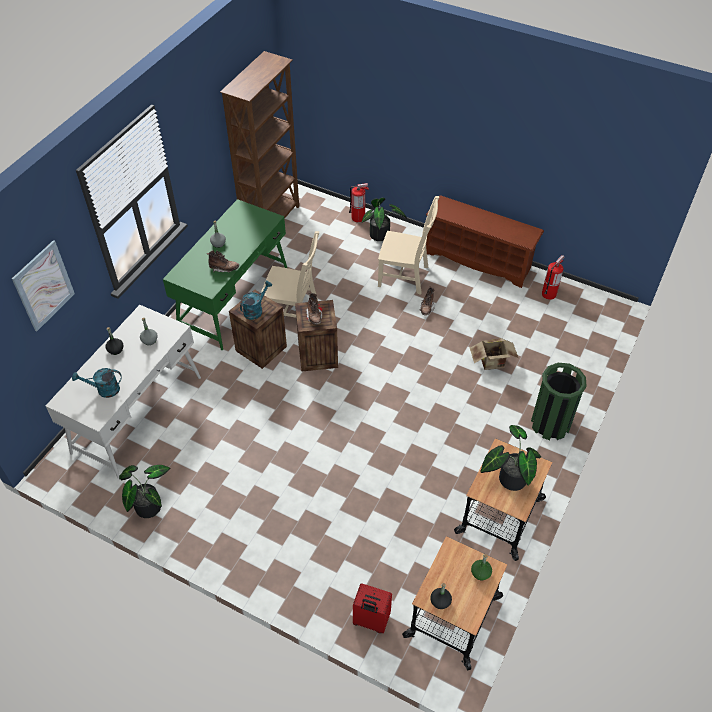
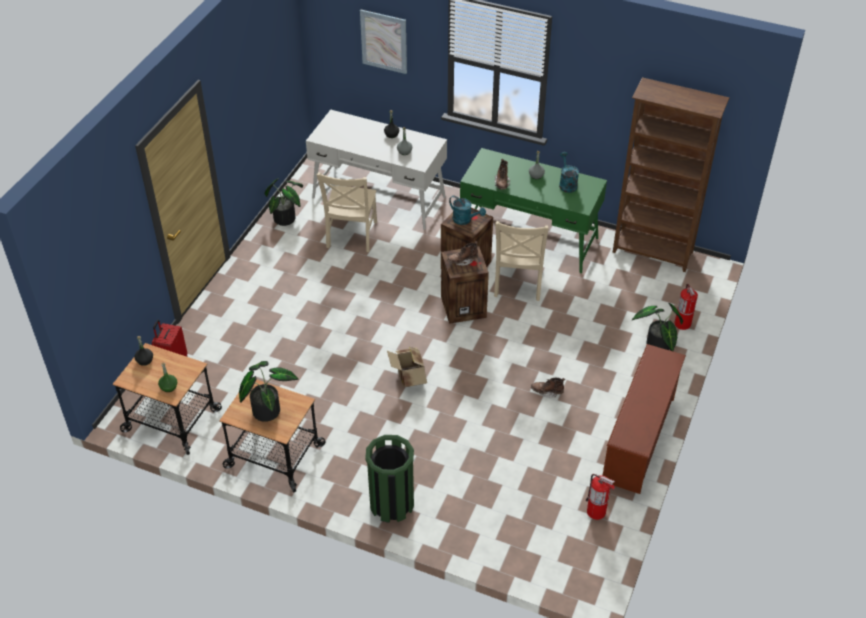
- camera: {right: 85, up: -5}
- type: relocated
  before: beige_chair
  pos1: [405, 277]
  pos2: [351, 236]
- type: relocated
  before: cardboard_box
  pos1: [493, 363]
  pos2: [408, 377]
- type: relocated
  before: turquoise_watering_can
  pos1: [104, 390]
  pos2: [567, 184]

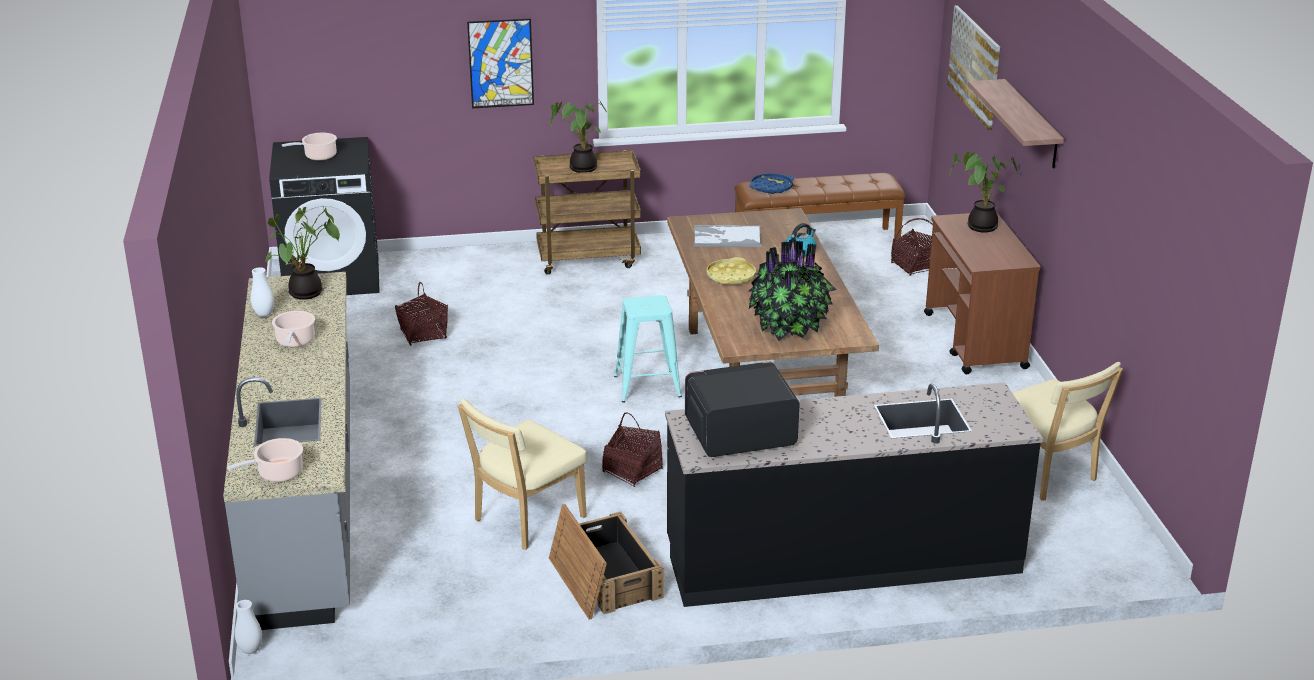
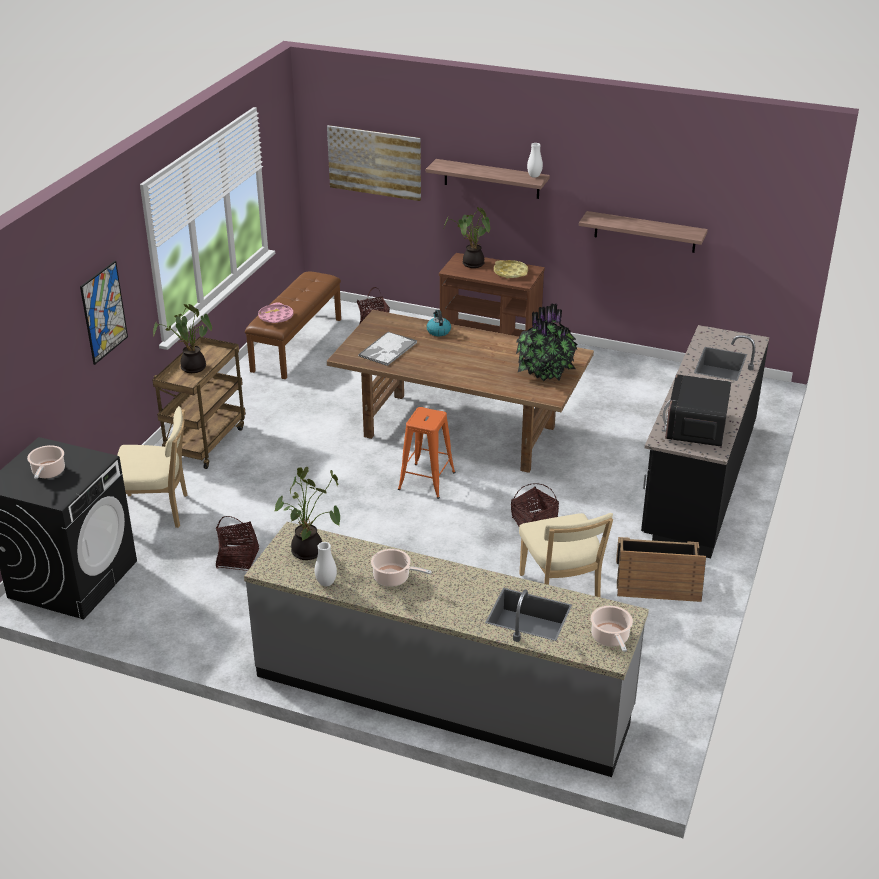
- camera: {right: -60, up: 5}
- type: relocated
  before: beige_chair
  pos1: [1046, 475]
  pos2: [157, 512]
- type: colour
  before: blue_tray
  after: pink_tray
  pos1: [771, 187]
  pos2: [276, 317]
- type: colour
  before: turquoise_stool
  after: orange_stool
  pos1: [647, 386]
  pos2: [426, 481]
- type: relocated
  before: yellow_tray
  pos1: [730, 276]
  pos2: [510, 272]
- type: relocated
  before: white_vase
  pos1: [250, 650]
  pos2: [534, 176]
- type: appeared
  after: shelf
  pos2: [645, 232]

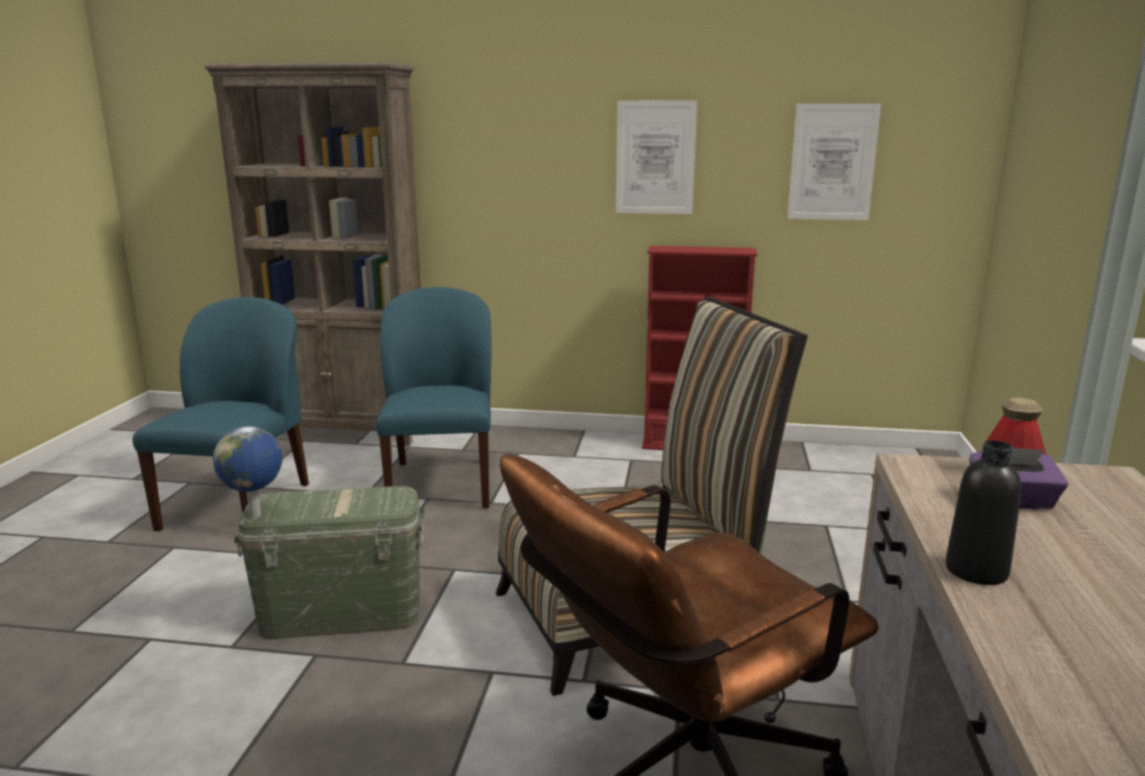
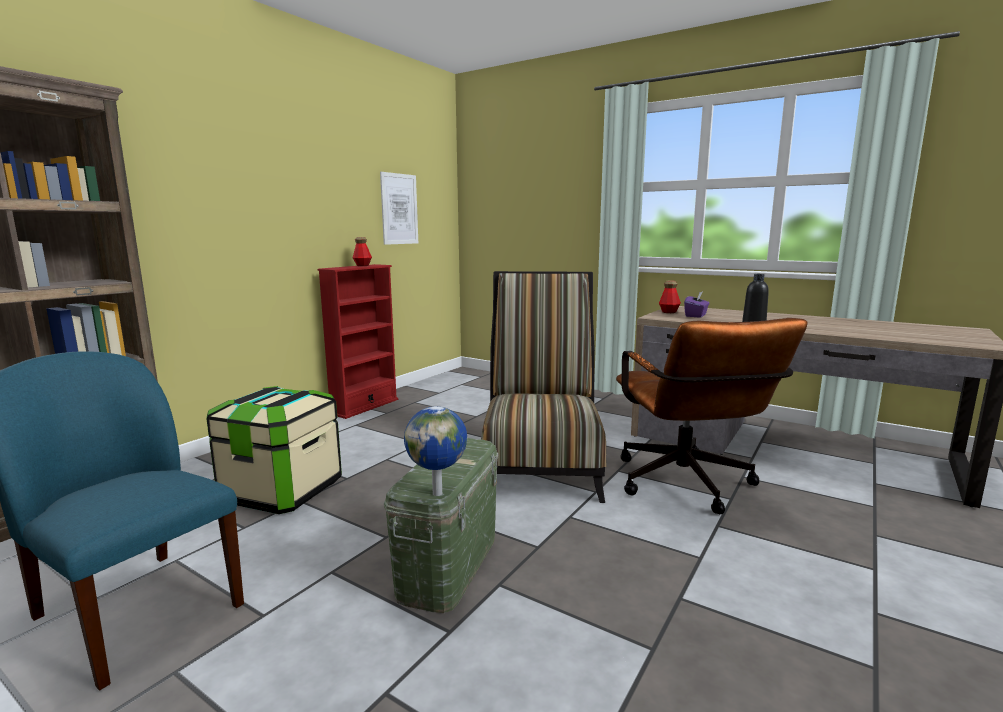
- camera: {right: -65, up: -5}
- type: exchanged
  before: blue_chair
  after: storage_box
  pos1: [441, 484]
  pos2: [282, 491]
- type: appeared
  after: bottle
  pos2: [362, 265]
- type: missing
  before: picture
  pos1: [655, 158]

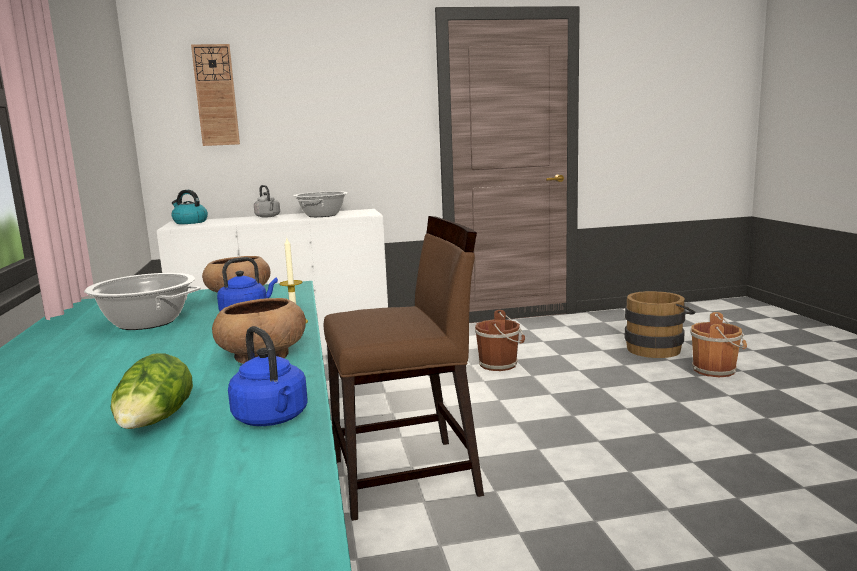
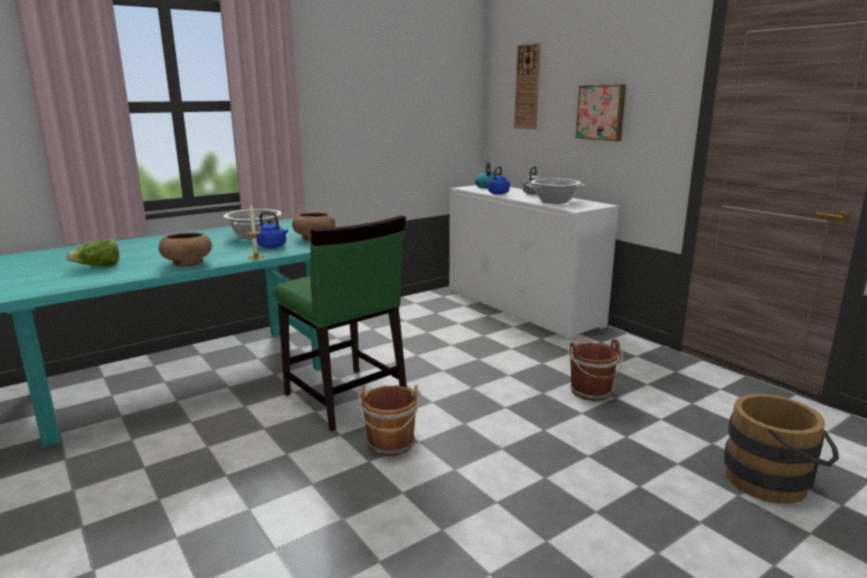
- camera: {right: 65, up: 5}
- type: colour
  before: brown_chair
  after: green_chair
  pos1: [407, 477]
  pos2: [345, 398]
- type: relocated
  before: brown_bucket
  pos1: [716, 370]
  pos2: [391, 445]
- type: relocated
  before: blue_kettle
  pos1: [272, 419]
  pos2: [497, 193]
- type: appeared
  after: picture
  pos2: [601, 112]

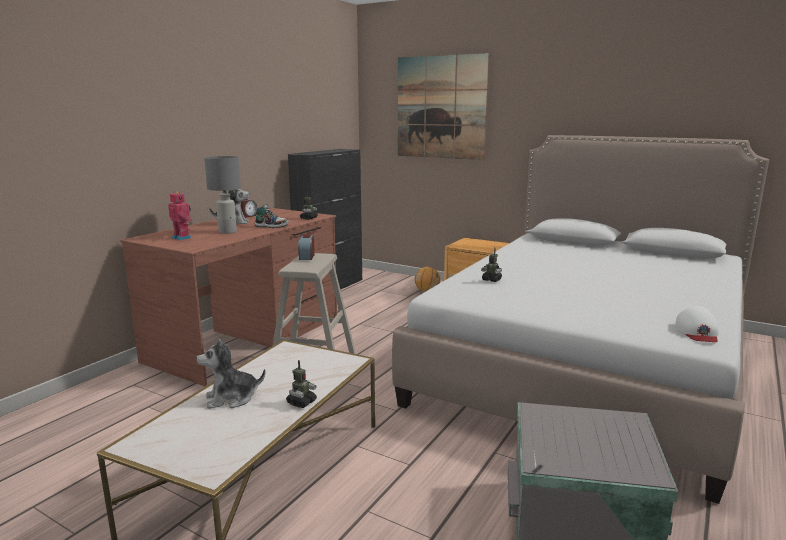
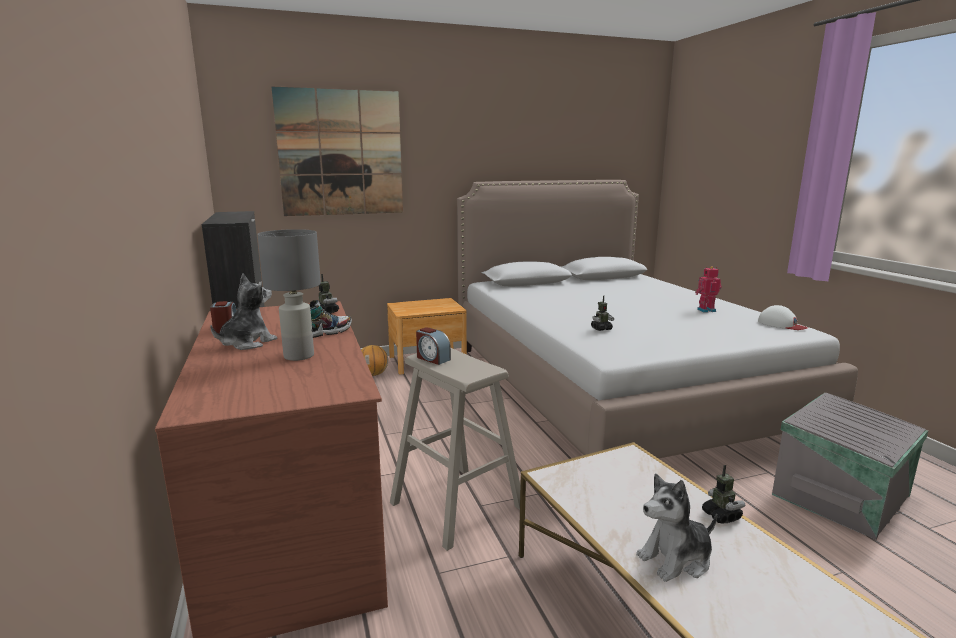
- camera: {right: -50, up: 0}
- type: spun
  before: plush_toy
  pos1: [231, 398]
  pos2: [676, 559]
  turn: 45
- type: relocated
  before: toy_robot
  pos1: [182, 237]
  pos2: [705, 310]

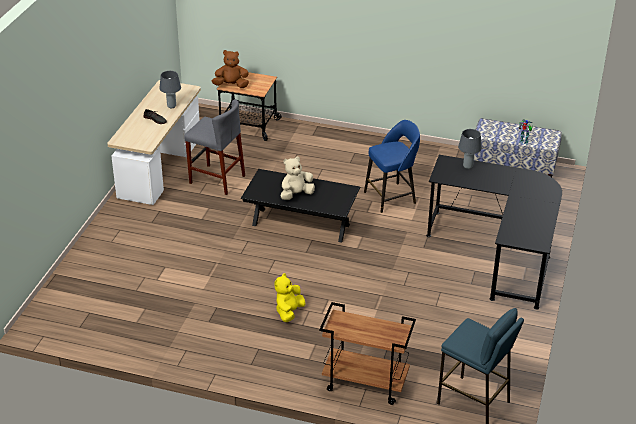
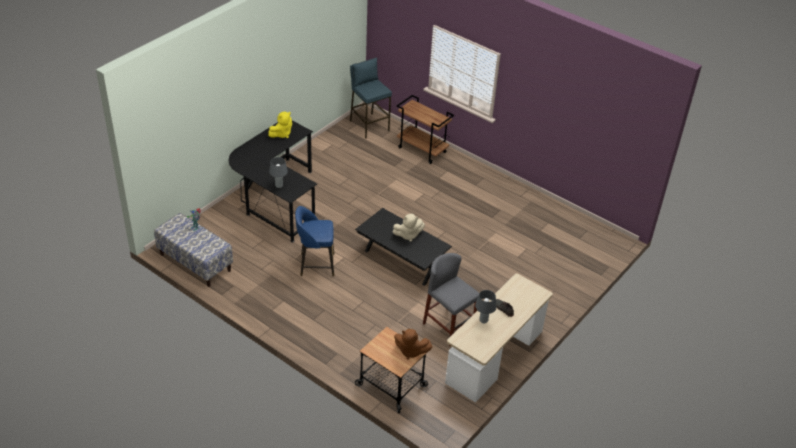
- camera: {right: -160, up: 5}
- type: relocated
  before: yellow_plush_toy
  pos1: [289, 312]
  pos2: [281, 134]

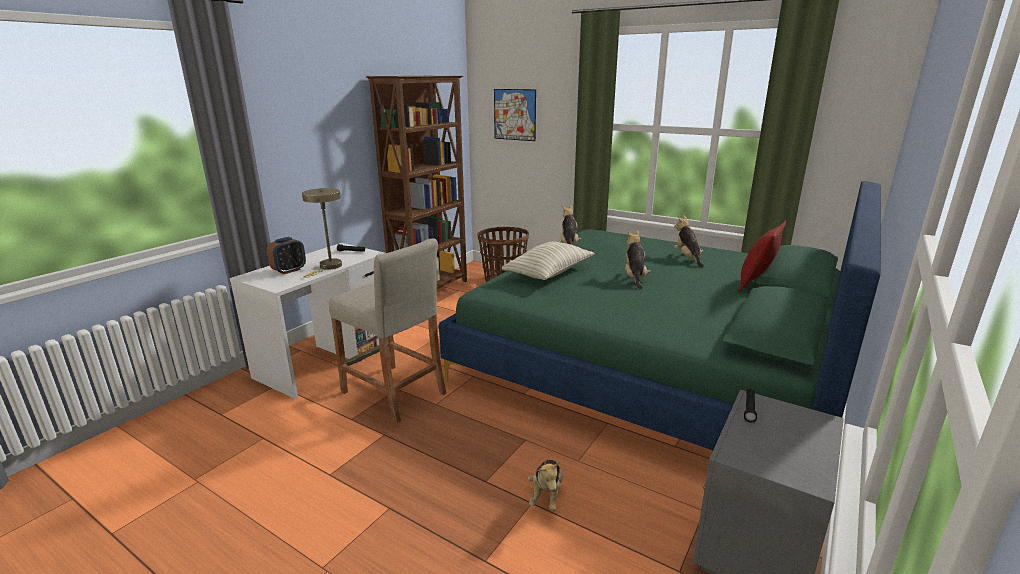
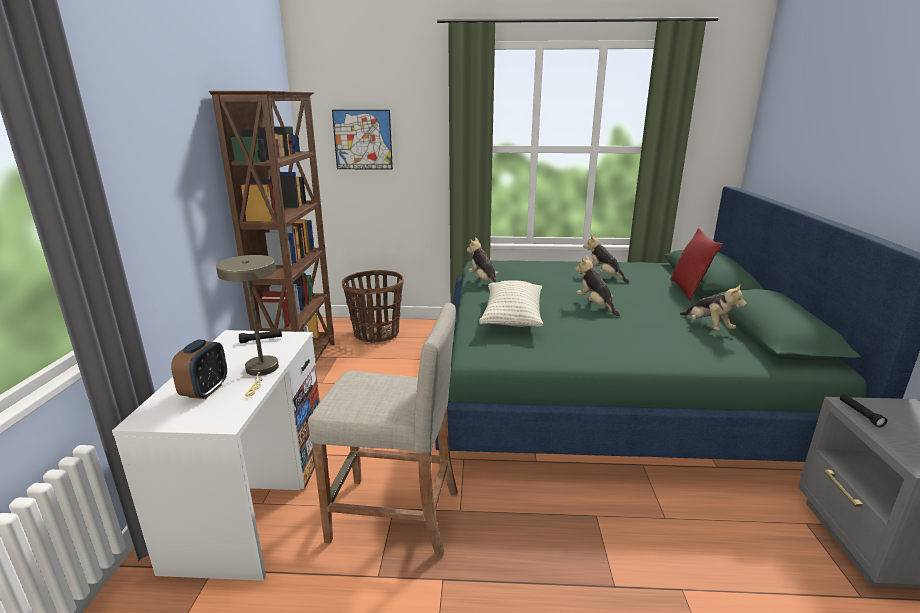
- camera: {right: -30, up: 0}
- type: relocated
  before: plush_toy
  pos1: [546, 495]
  pos2: [707, 327]

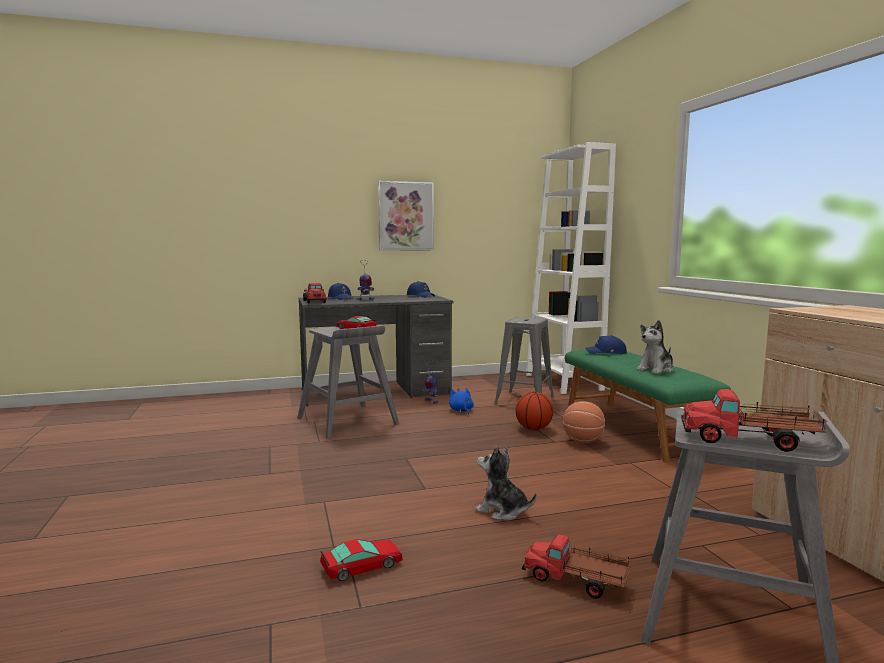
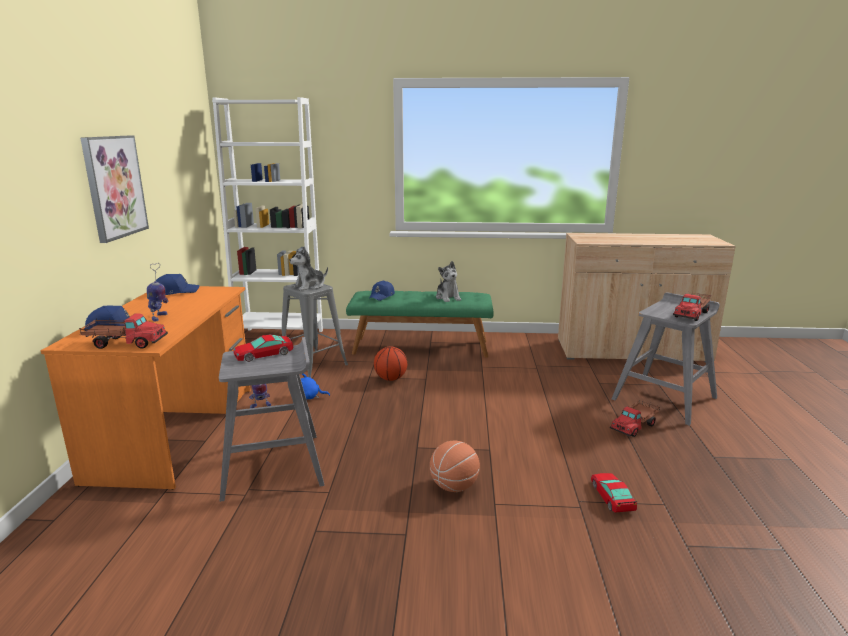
- camera: {right: -70, up: 10}
- type: colour
  before: grey_desk
  after: orange_desk
  pos1: [375, 392]
  pos2: [176, 431]
- type: relocated
  before: plush_toy
  pos1: [502, 511]
  pos2: [309, 286]
- type: relocated
  before: basketball
  pos1: [582, 441]
  pos2: [453, 486]

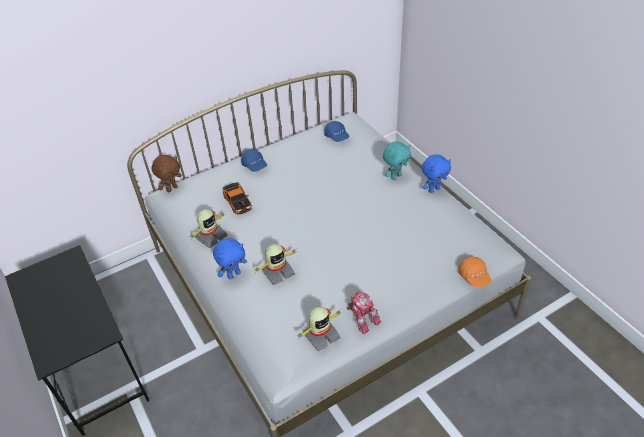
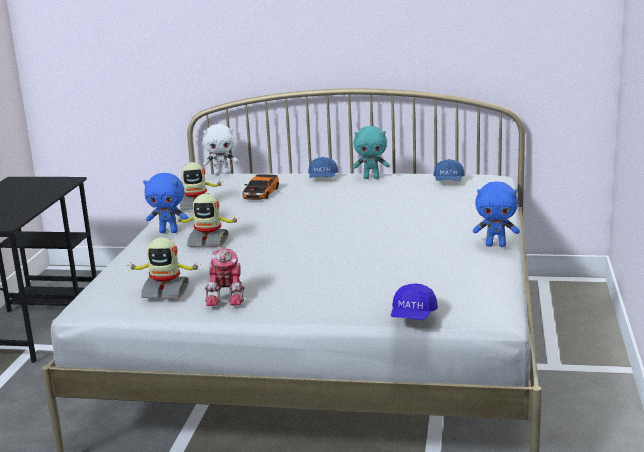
- camera: {right: 40, up: -25}
- type: colour
  before: brown_plush_toy
  after: white_plush_toy
  pos1: [172, 188]
  pos2: [222, 173]
- type: relocated
  before: turquoise_plush_toy
  pos1: [395, 176]
  pos2: [371, 178]
- type: colour
  before: orange_cap
  after: blue_cap
  pos1: [474, 277]
  pos2: [413, 316]

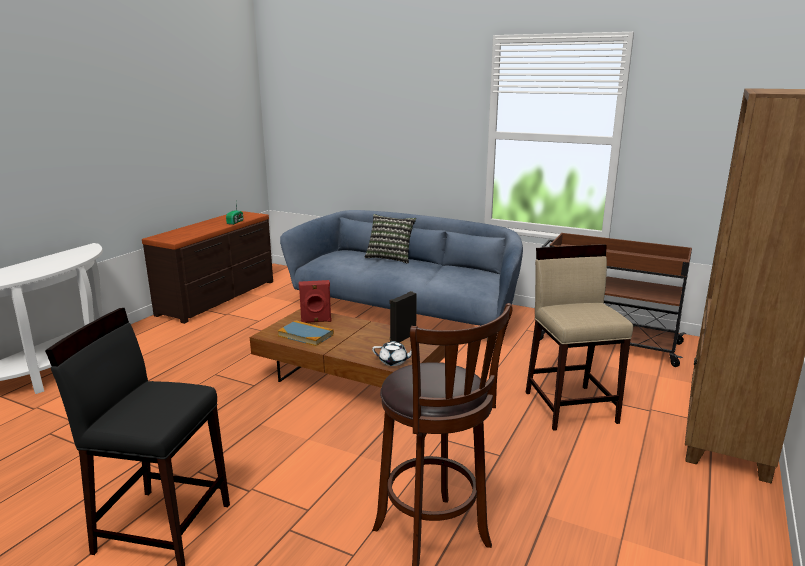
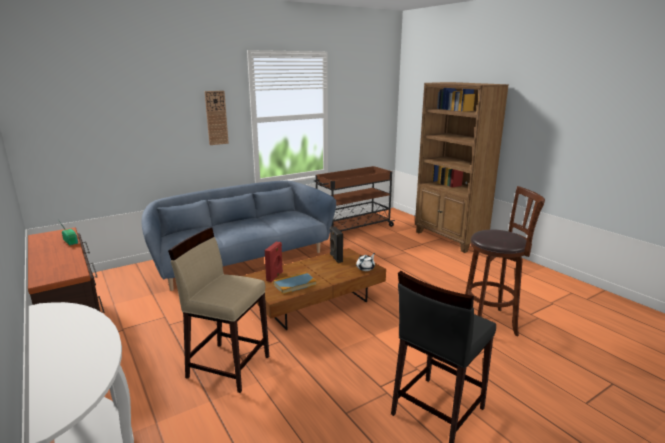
- camera: {right: -60, up: 0}
- type: relocated
  before: beige_stool
  pos1: [571, 406]
  pos2: [228, 366]
- type: appeared
  after: wall_clock
  pos2: [216, 118]
- type: missing
  before: pillow
  pos1: [390, 257]

